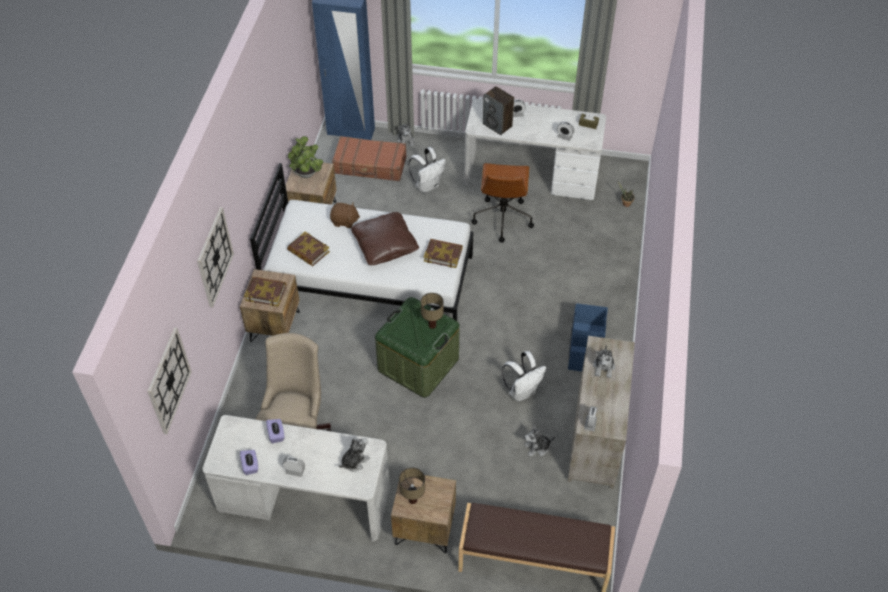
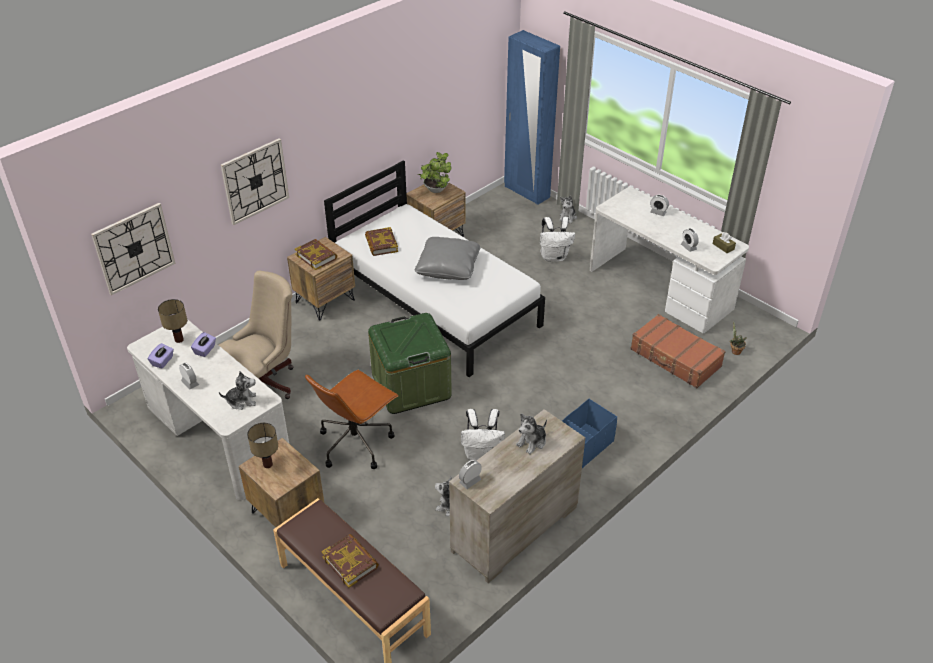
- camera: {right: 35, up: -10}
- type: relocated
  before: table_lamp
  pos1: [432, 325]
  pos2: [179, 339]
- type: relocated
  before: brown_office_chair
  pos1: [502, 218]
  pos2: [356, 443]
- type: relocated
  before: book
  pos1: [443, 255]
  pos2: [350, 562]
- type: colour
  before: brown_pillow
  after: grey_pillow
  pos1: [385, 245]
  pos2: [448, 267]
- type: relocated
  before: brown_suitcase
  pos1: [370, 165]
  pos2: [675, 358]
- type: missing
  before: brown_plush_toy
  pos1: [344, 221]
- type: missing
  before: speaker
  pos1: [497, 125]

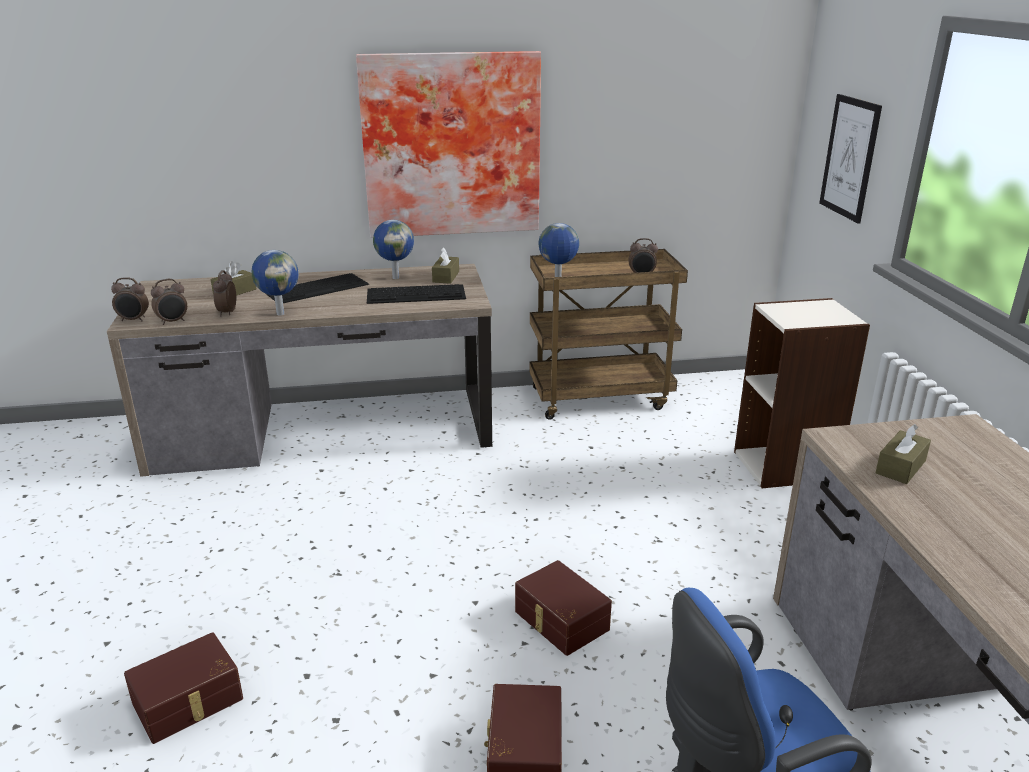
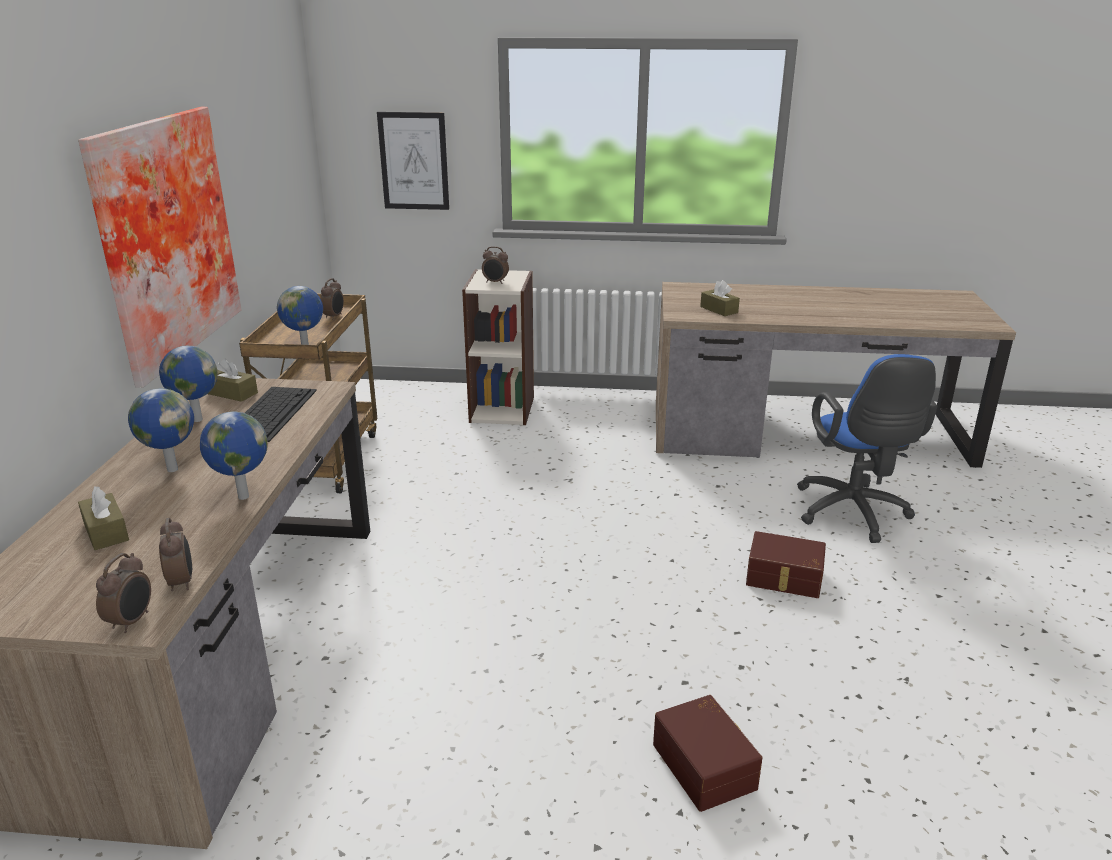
- camera: {right: -75, up: 0}
- type: exchanged
  before: keyboard
  after: globe
  pos1: [317, 288]
  pos2: [172, 469]
- type: relocated
  before: alarm_clock
  pos1: [227, 313]
  pos2: [495, 282]
- type: missing
  before: brown_storage_box
  pos1: [560, 621]

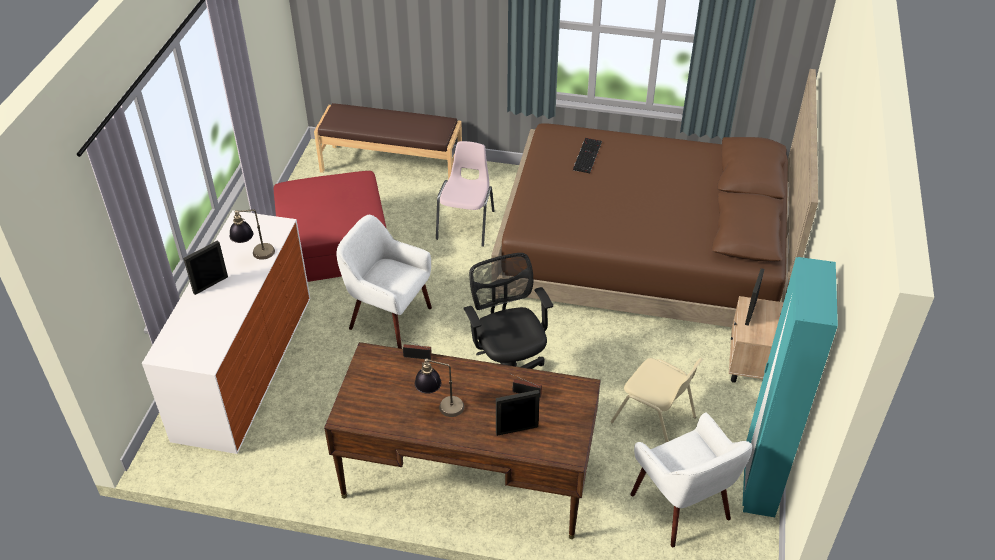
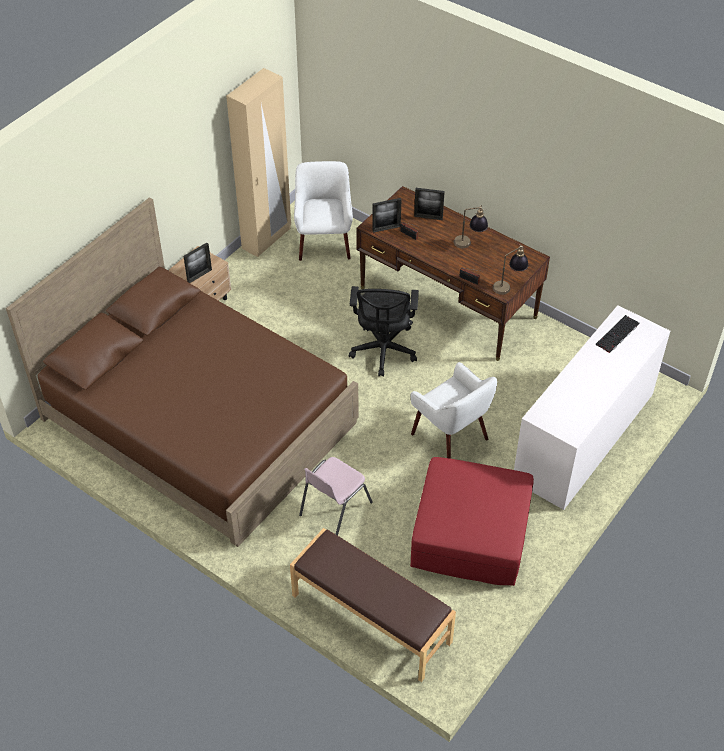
- camera: {right: -155, up: 5}
- type: colour
  before: turquoise_wardrobe
  after: beige_wardrobe
  pos1: [758, 482]
  pos2: [267, 239]
- type: relocated
  before: picture_frame
  pos1: [210, 285]
  pos2: [386, 228]
- type: relocated
  before: table_lamp
  pos1: [255, 256]
  pos2: [509, 286]
- type: relocated
  before: keyboard
  pos1: [586, 155]
  pos2: [617, 334]
- type: missing
  before: beige_chair
  pos1: [654, 420]

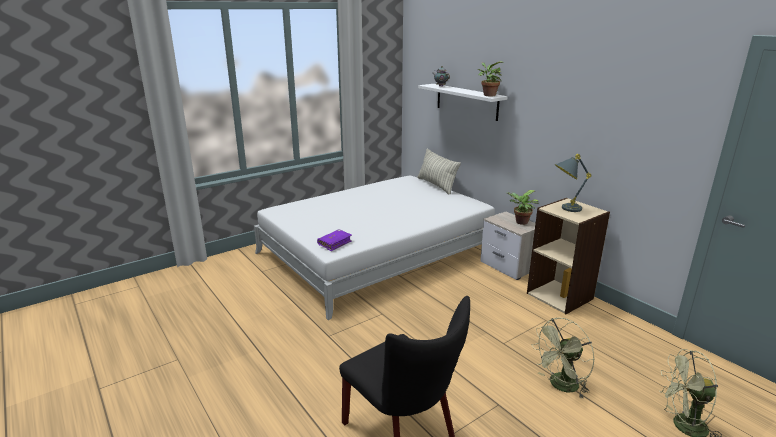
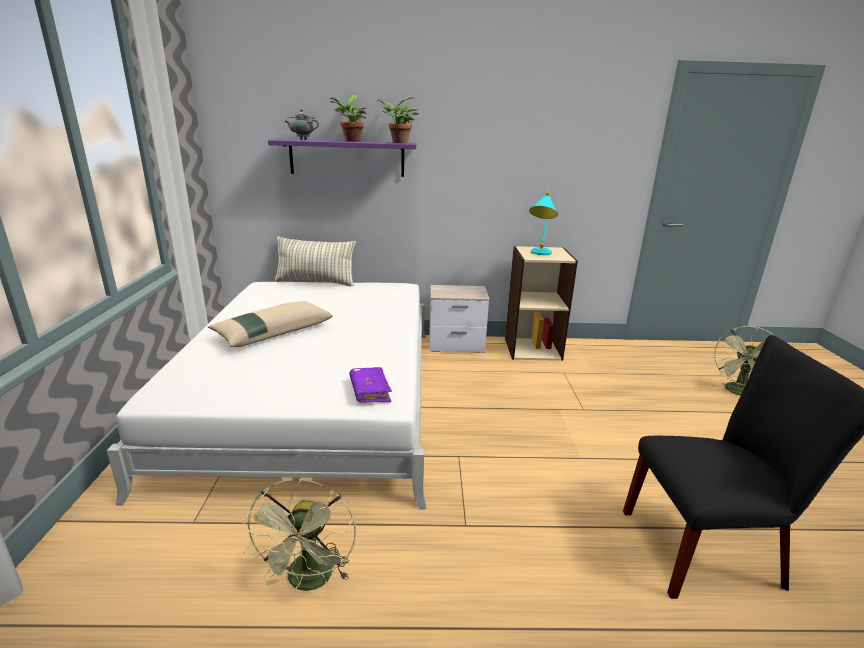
- camera: {right: -55, up: 0}
- type: appeared
  after: beige_pillow
  pos2: [273, 332]
- type: relocated
  before: green_fan
  pos1: [560, 386]
  pos2: [310, 581]
- type: colour
  before: white_shelf
  after: purple_shelf
  pos1: [466, 101]
  pos2: [347, 158]
- type: relocated
  before: potted_plant
  pos1: [520, 222]
  pos2: [351, 141]
- type: colour
  before: grey_table_lamp
  after: turquoise_table_lamp
  pos1: [564, 209]
  pos2: [539, 254]

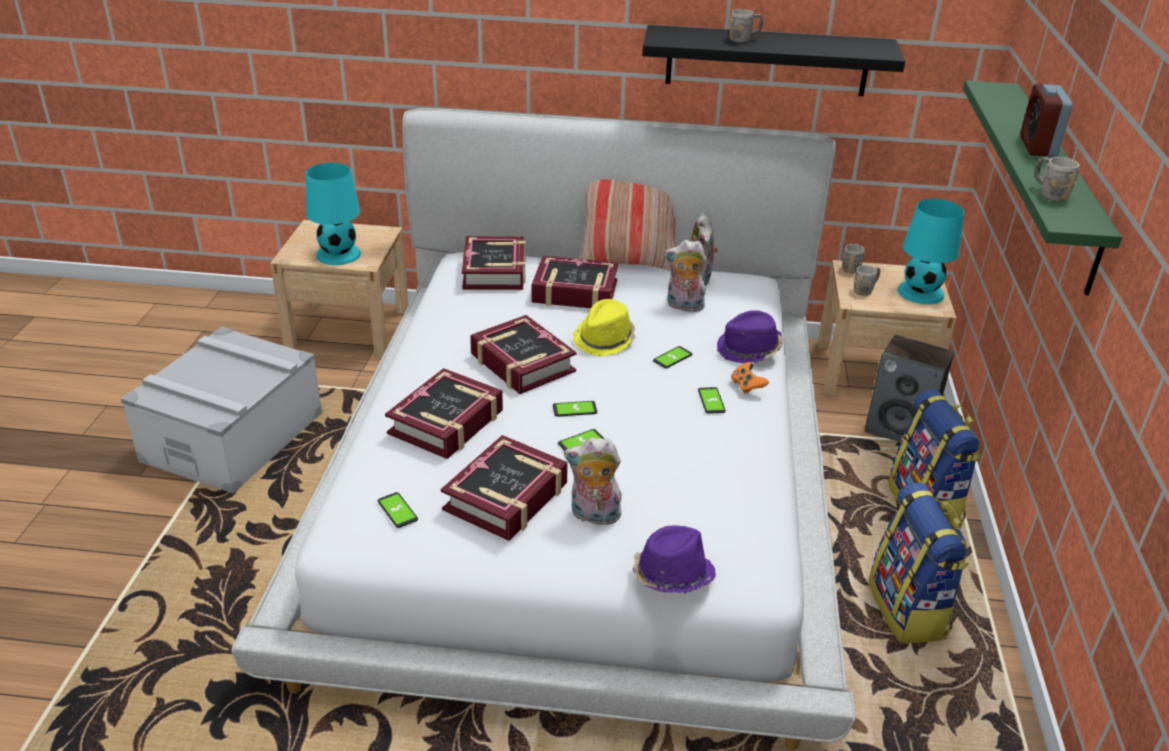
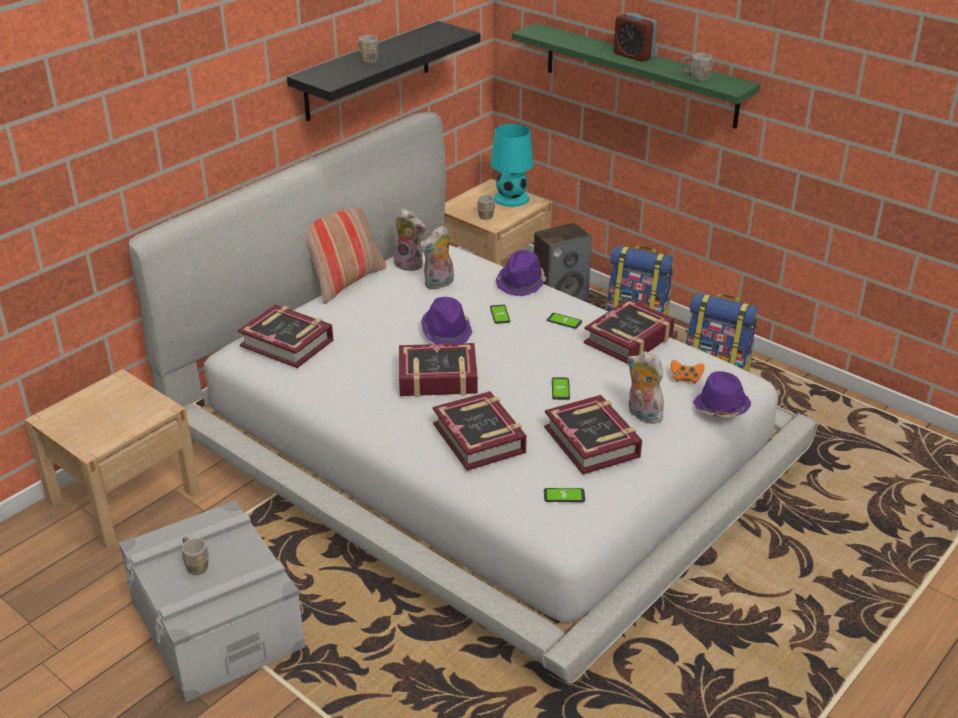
- camera: {right: -55, up: 0}
- type: relocated
  before: grey_mug
  pos1: [851, 267]
  pos2: [195, 564]
- type: colour
  before: yellow_hat
  after: purple_hat
  pos1: [605, 339]
  pos2: [446, 332]
- type: relocated
  before: book
  pos1: [575, 292]
  pos2: [629, 339]
- type: spun
  before: plush_toy
  pos1: [593, 516]
  pos2: [642, 415]
  turn: 90
- type: relocated
  before: orange_game_controller
  pos1: [747, 386]
  pos2: [685, 378]
- type: missing
  before: turquoise_table_lamp
  pos1: [338, 255]
- type: missing
  before: phone
  pos1: [574, 409]

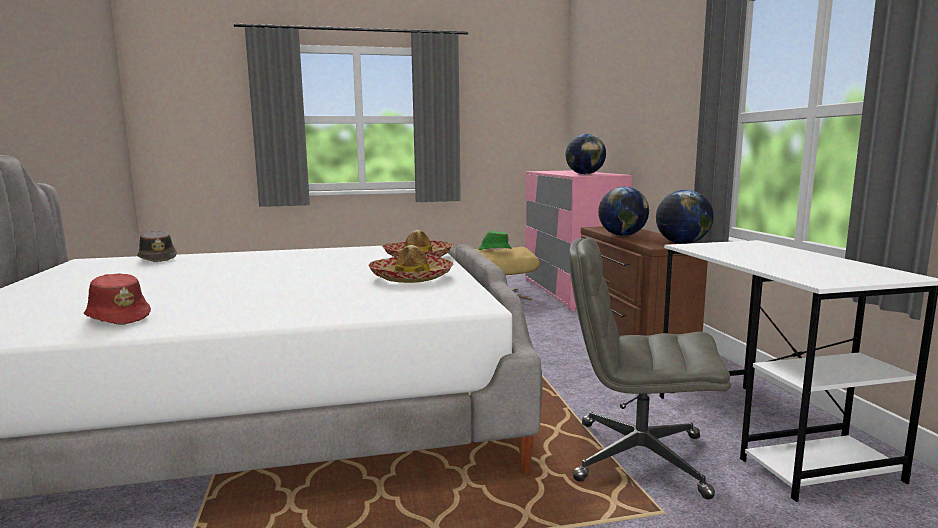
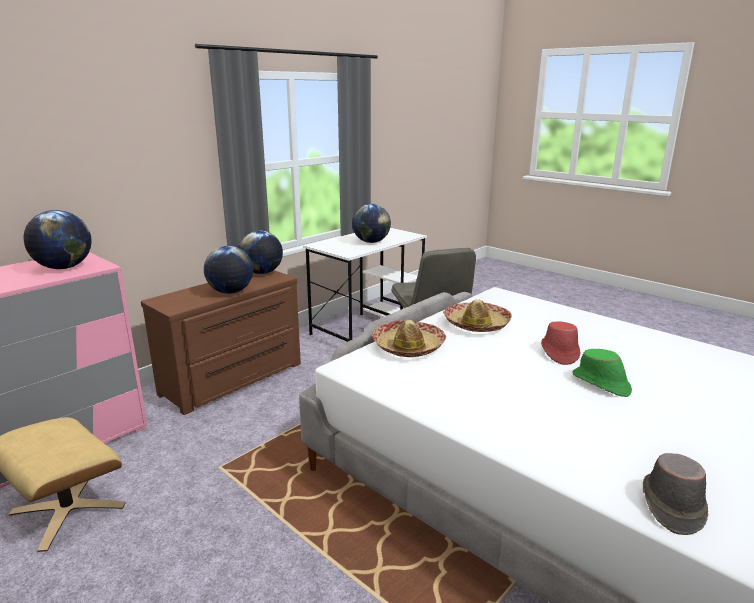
- camera: {right: -125, up: 10}
- type: appeared
  after: globe
  pos2: [371, 242]
- type: relocated
  before: red_hat
  pos1: [119, 318]
  pos2: [559, 352]
- type: relocated
  before: green_hat
  pos1: [494, 249]
  pos2: [601, 384]

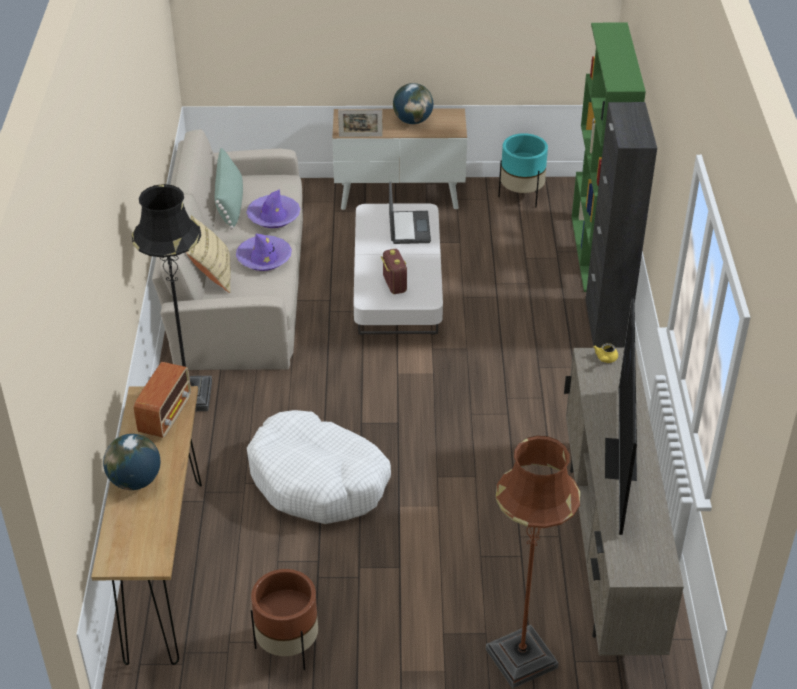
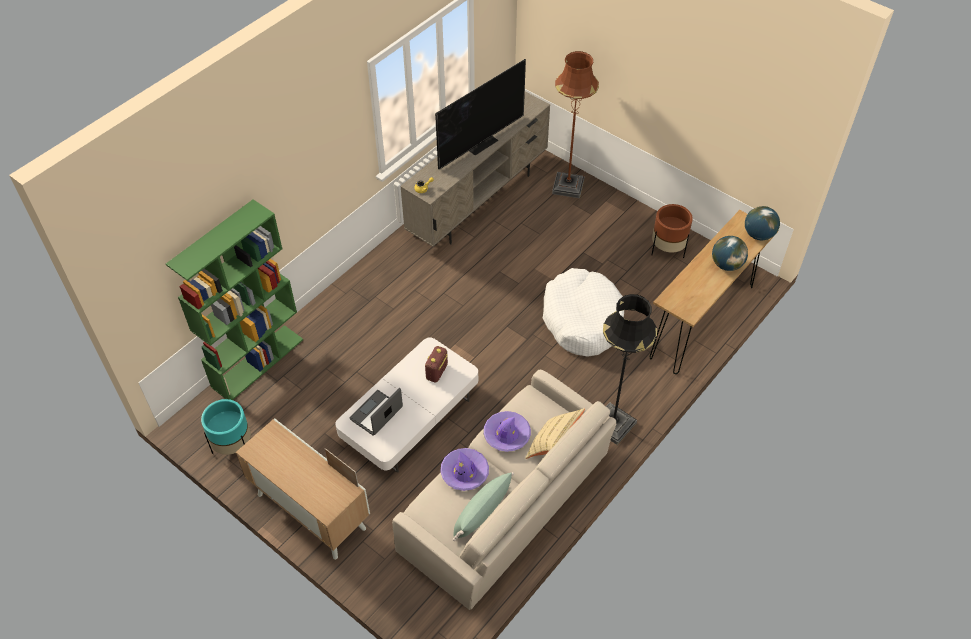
- camera: {right: -140, up: 10}
- type: relocated
  before: globe
  pos1: [412, 121]
  pos2: [758, 235]
- type: missing
  before: radio
  pos1: [166, 415]
- type: missing
  before: black_cabinet
  pos1: [606, 324]

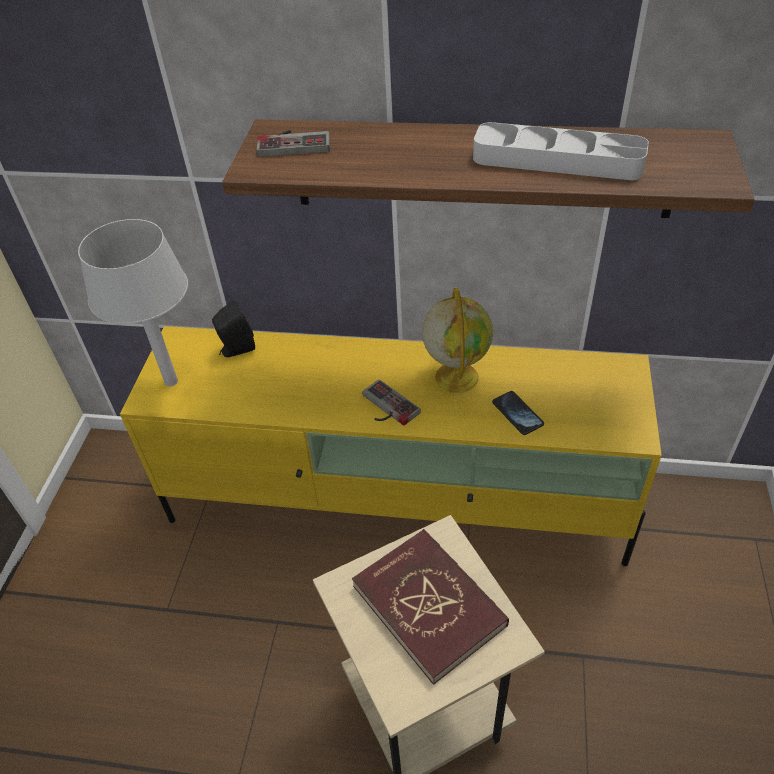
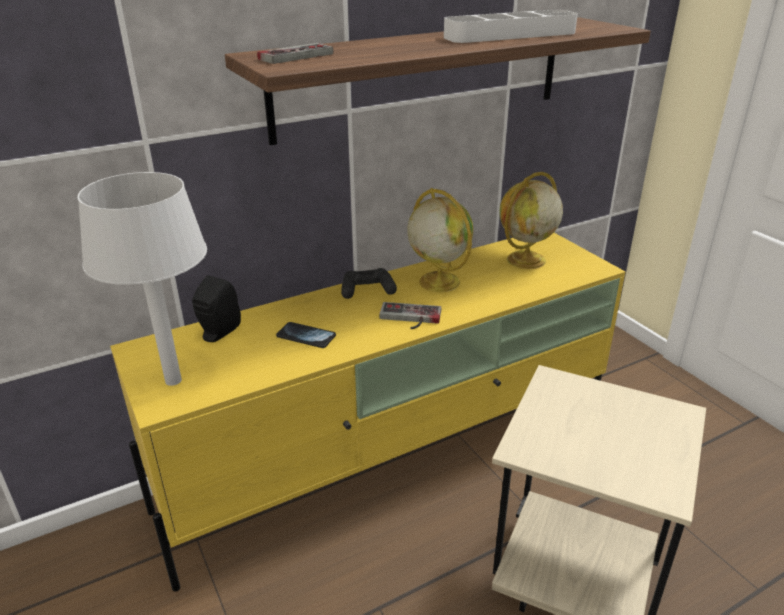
- camera: {right: -40, up: -15}
- type: relocated
  before: phone
  pos1: [517, 414]
  pos2: [306, 336]
- type: appeared
  after: black_game_controller
  pos2: [367, 290]
- type: appeared
  after: globe
  pos2: [525, 261]
- type: missing
  before: red_book
  pos1: [429, 605]

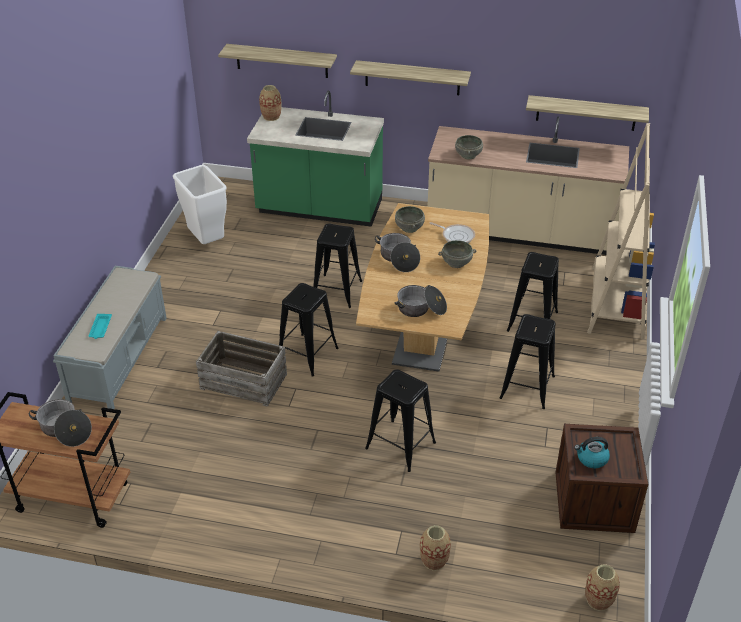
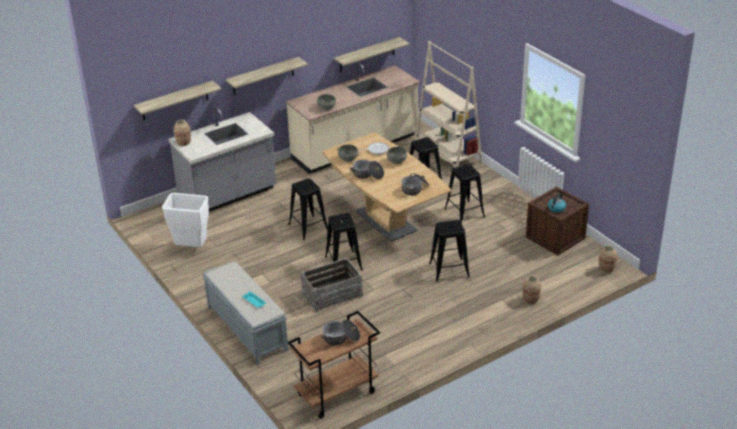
- camera: {right: -45, up: -5}
- type: colour
  before: green_counter
  after: grey_counter
  pos1: [319, 209]
  pos2: [228, 195]

